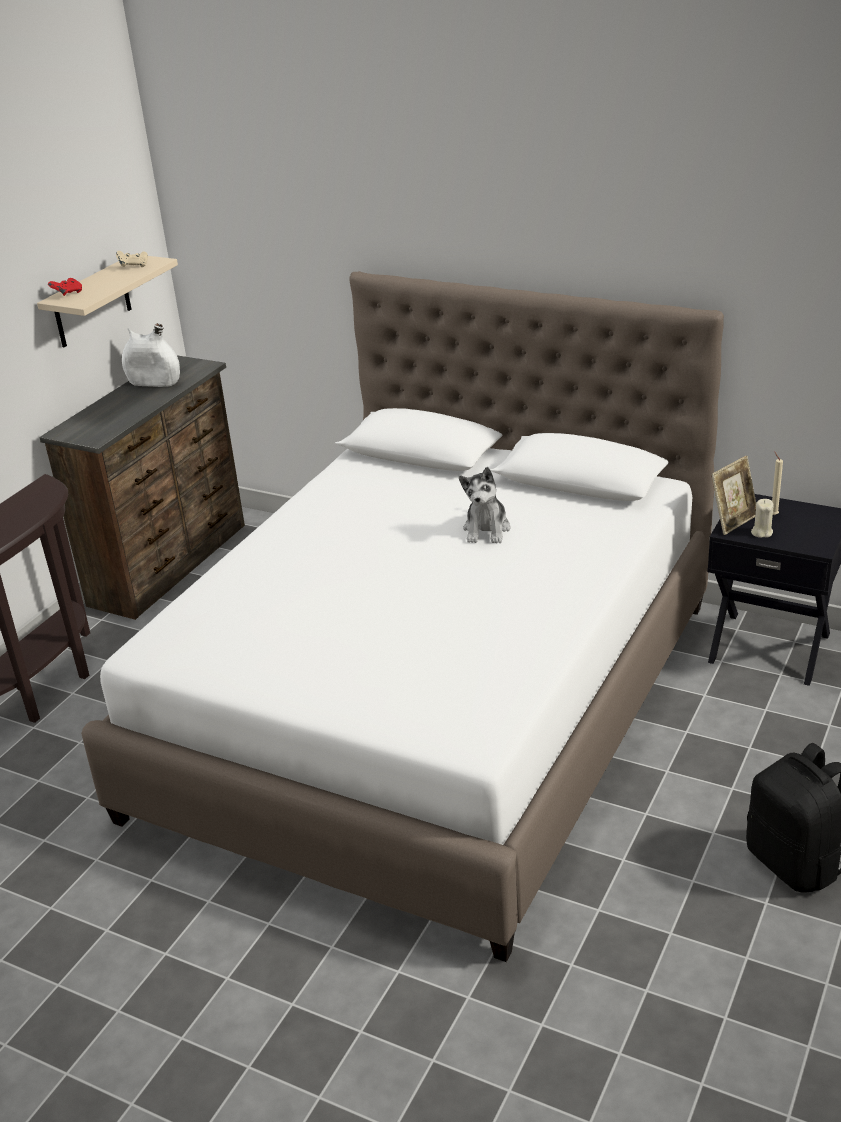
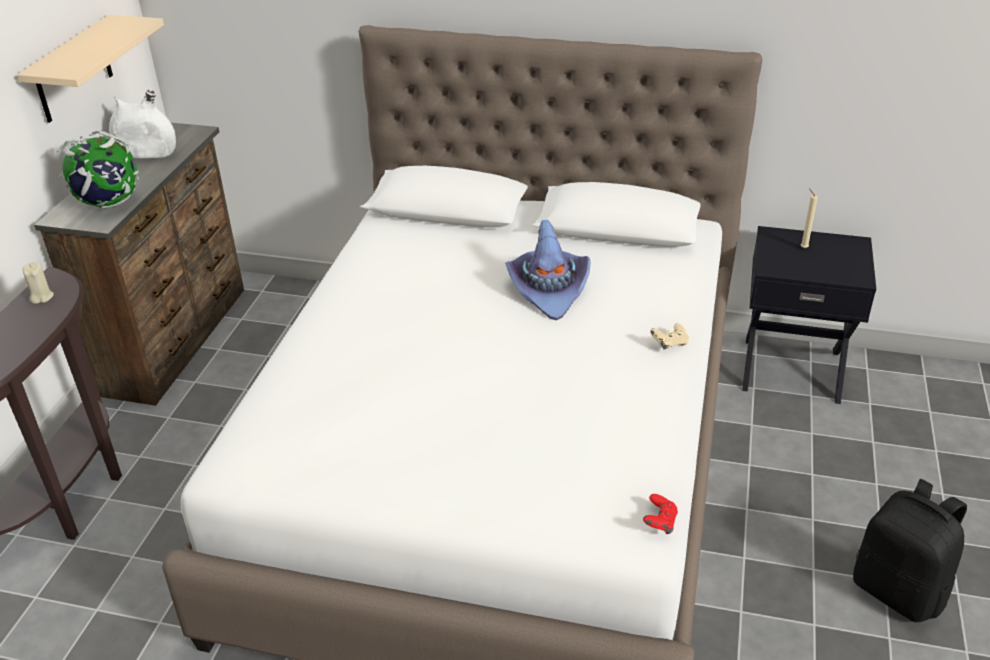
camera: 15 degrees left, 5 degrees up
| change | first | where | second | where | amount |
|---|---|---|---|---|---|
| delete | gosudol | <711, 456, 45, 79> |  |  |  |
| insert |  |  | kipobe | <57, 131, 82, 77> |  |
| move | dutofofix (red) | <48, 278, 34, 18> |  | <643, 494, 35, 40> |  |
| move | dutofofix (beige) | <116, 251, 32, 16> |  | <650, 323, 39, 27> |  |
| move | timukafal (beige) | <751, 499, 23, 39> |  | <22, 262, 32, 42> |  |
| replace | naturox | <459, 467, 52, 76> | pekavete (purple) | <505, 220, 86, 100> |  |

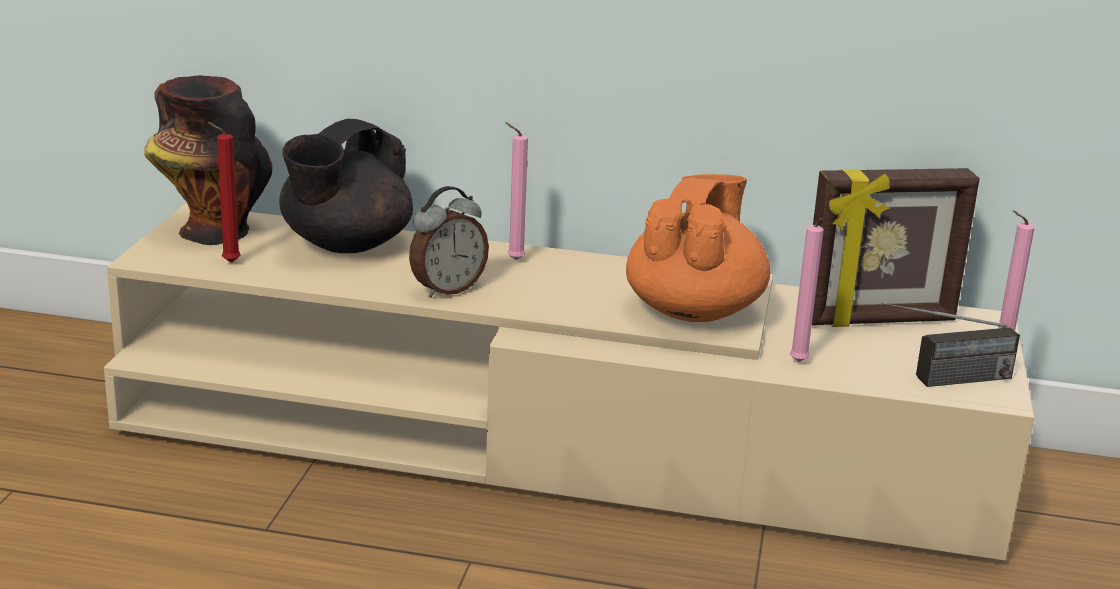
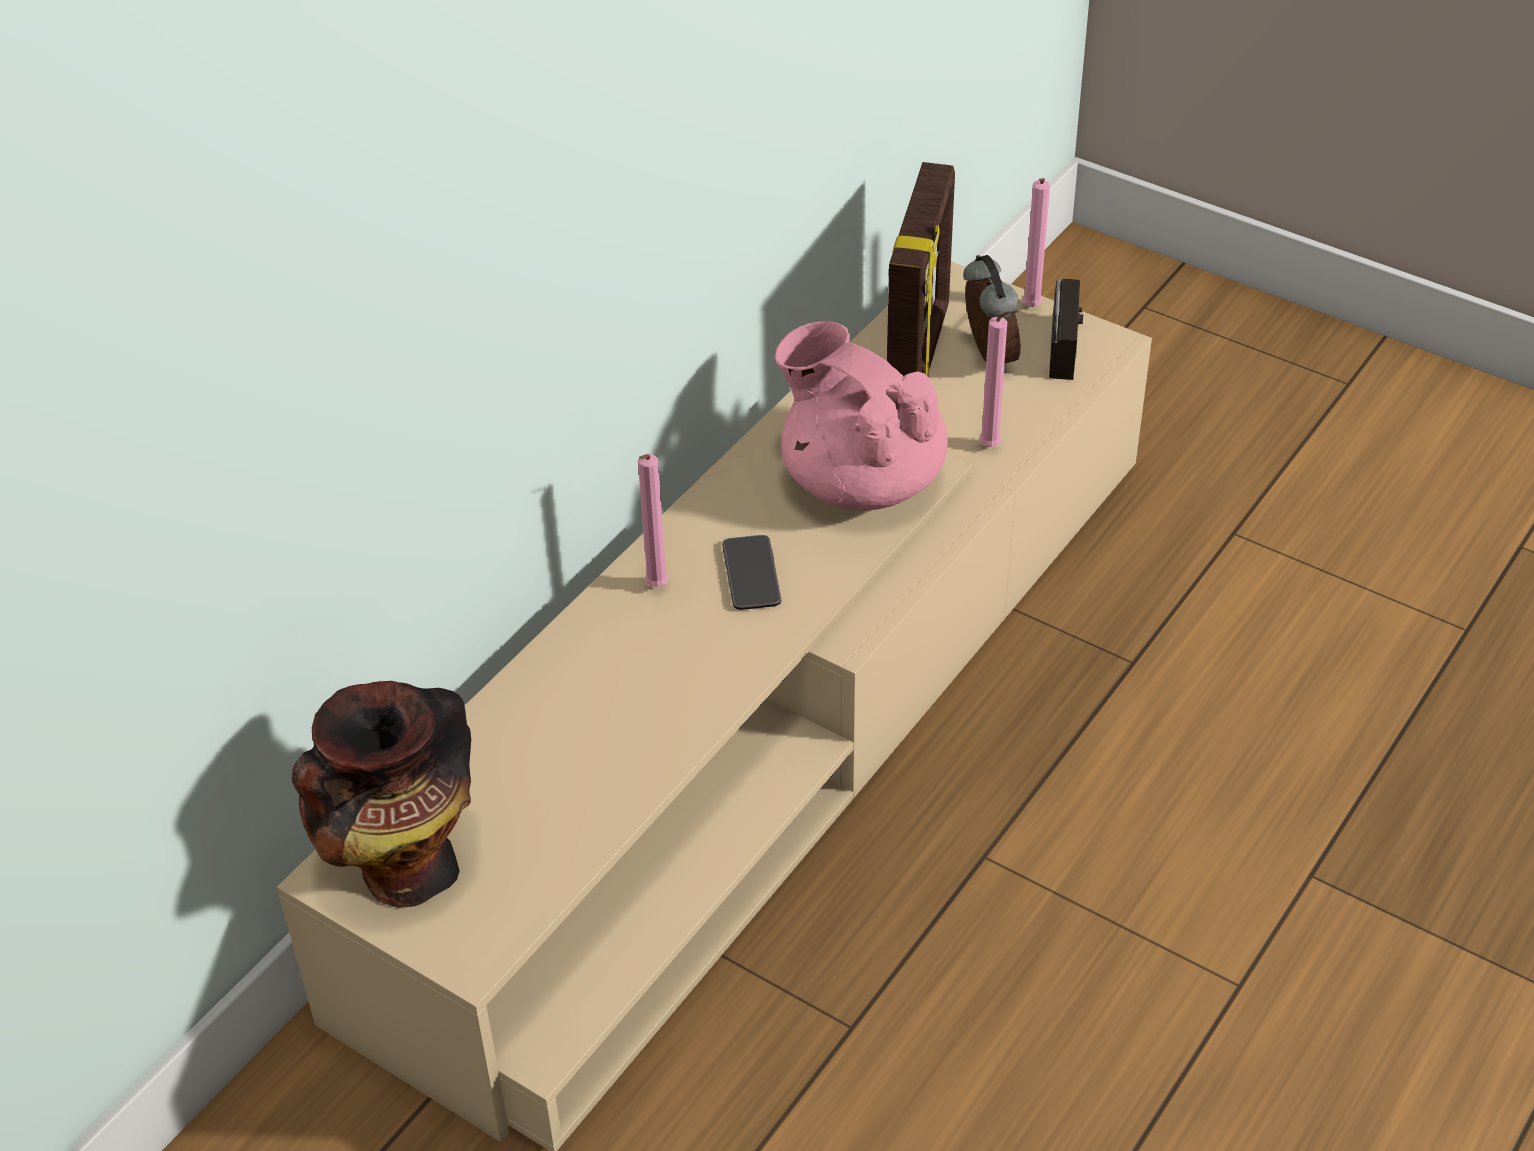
camera: 65 degrees left, 20 degrees up
| change | first | where | second | where | amount |
|---|---|---|---|---|---|
| delete | timukafal (red) | <207, 122, 34, 141> |  |  |  |
| delete | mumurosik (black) | <279, 119, 134, 134> |  |  |  |
| insert |  |  | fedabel | <722, 535, 59, 75> |  |
| move | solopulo | <409, 186, 80, 112> |  | <963, 255, 58, 118> |  |
| recolor | mumurosik (orange) | <626, 174, 144, 148> | mumurosik (pink) | <775, 321, 173, 190> |  |

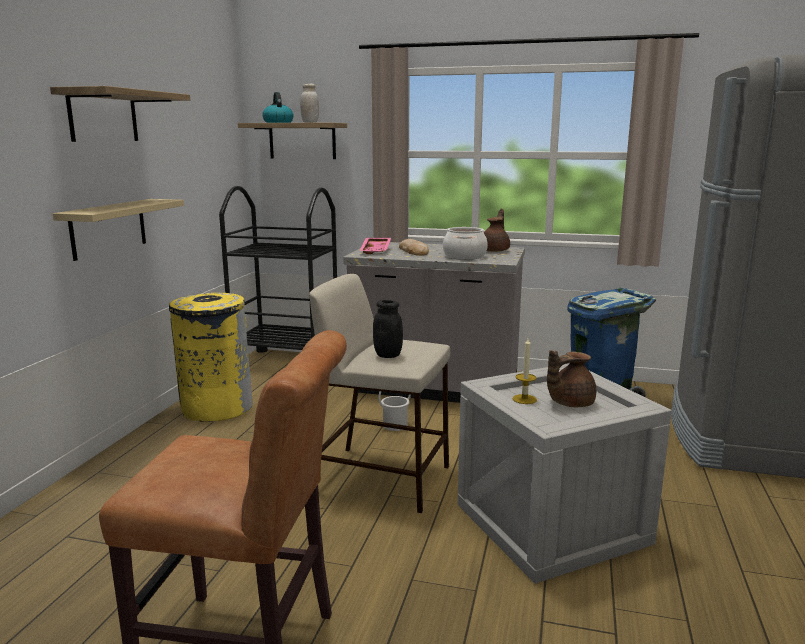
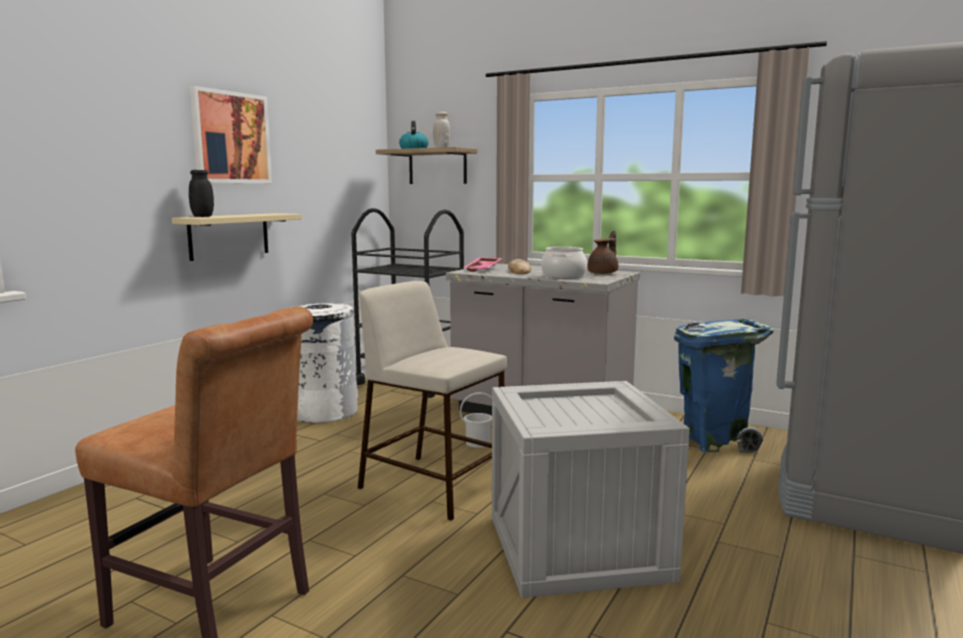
camera: 15 degrees right, 5 degrees down
| change | first | where | second | where | amount |
|---|---|---|---|---|---|
| delete | timukafal | <512, 338, 25, 66> |  |  |  |
| delete | mumurosik (brown) | <547, 350, 49, 57> |  |  |  |
| move | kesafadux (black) | <373, 300, 30, 58> |  | <189, 170, 25, 47> |  |
| replace | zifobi | <50, 86, 140, 56> | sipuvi | <190, 86, 82, 97> |  |
| recolor | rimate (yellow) | <169, 293, 84, 129> | rimate (white) | <294, 303, 64, 120> |  |

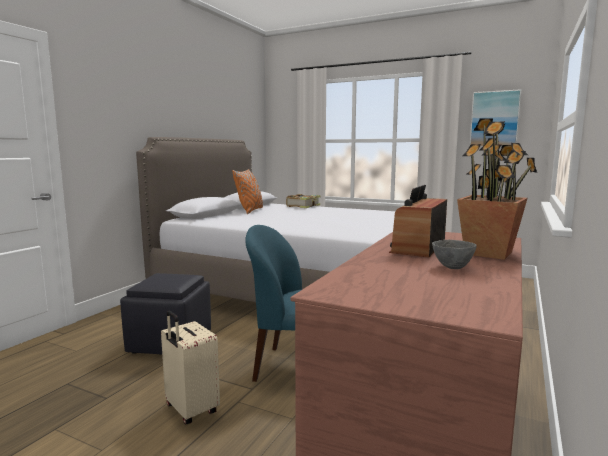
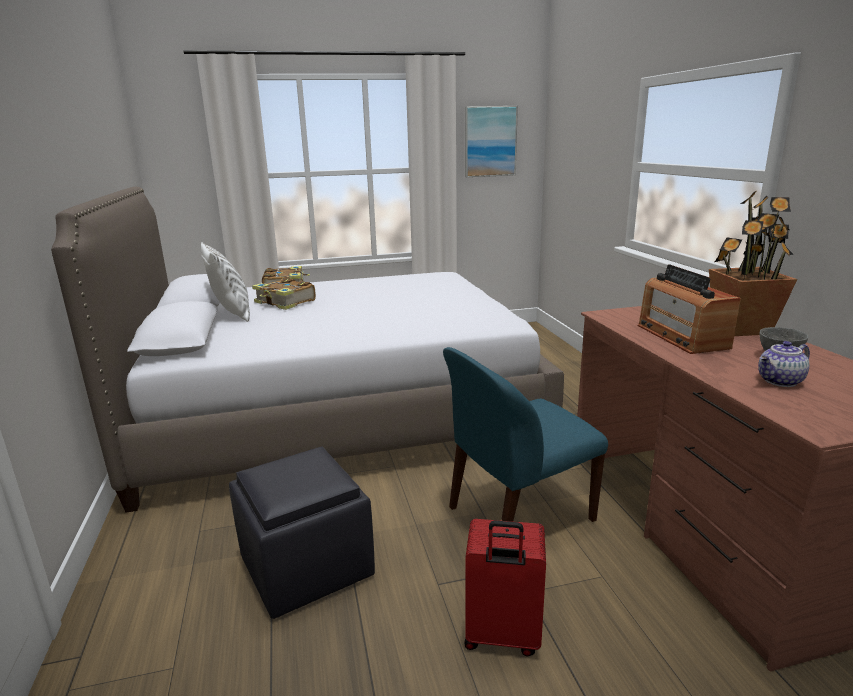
camera: 40 degrees left, 10 degrees up
| change | first | where | second | where | amount |
|---|---|---|---|---|---|
| insert |  |  | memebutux | <252, 278, 64, 32> |  |
| insert |  |  | mumurosik | <758, 341, 52, 46> |  |
| recolor | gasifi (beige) | <161, 311, 59, 113> | gasifi (red) | <464, 519, 82, 138> |  |
| recolor | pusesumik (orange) | <232, 169, 31, 45> | pusesumik (white) | <201, 242, 49, 80> |  |

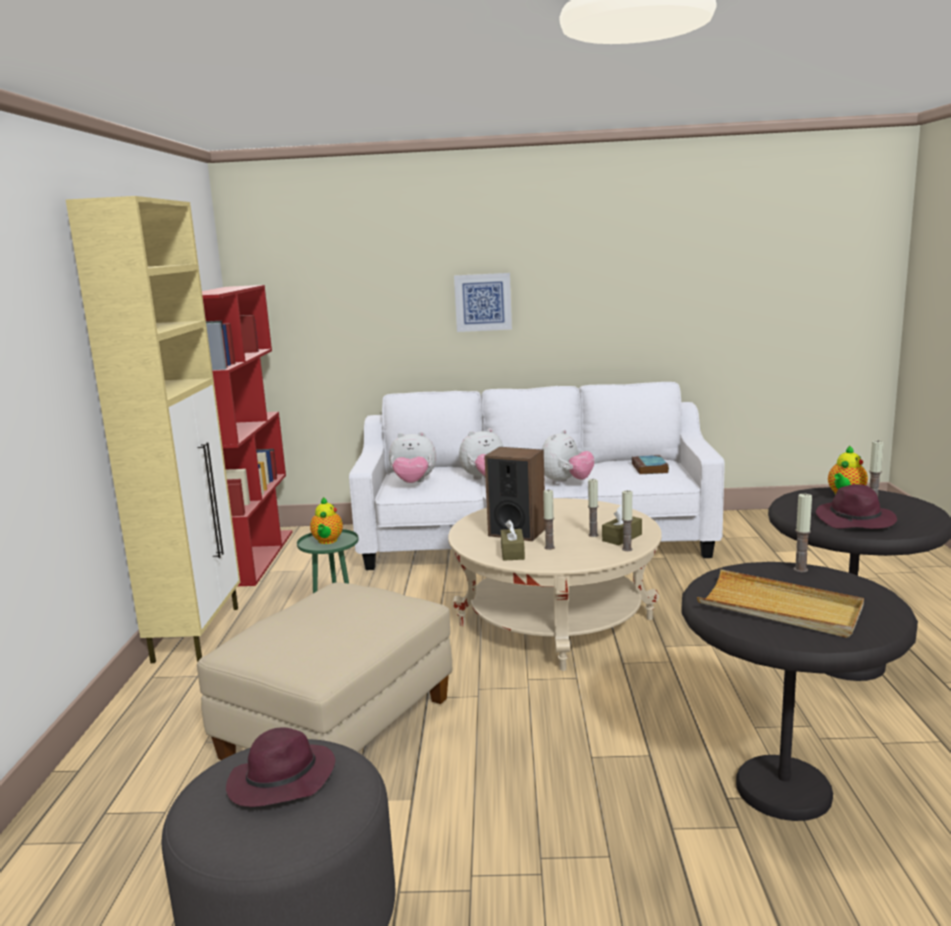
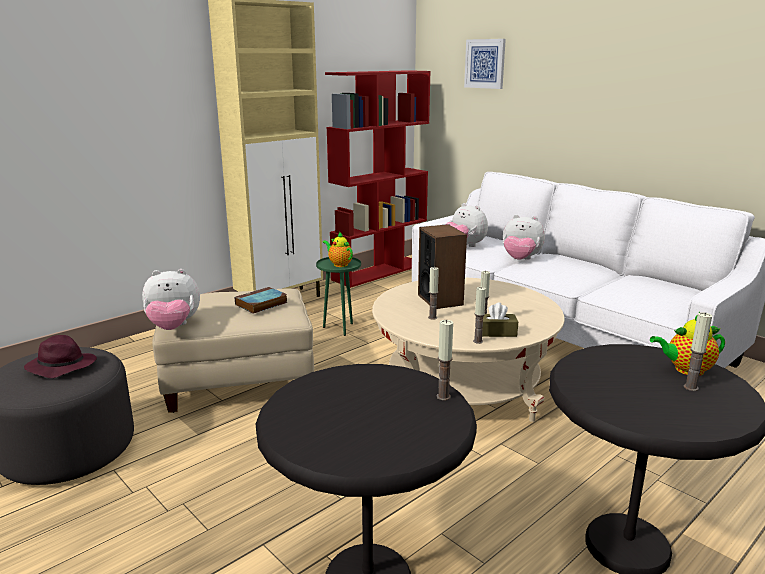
camera: 45 degrees right, 5 degrees up
| change | first | where | second | where | amount |
|---|---|---|---|---|---|
| delete | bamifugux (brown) | <501, 520, 24, 41> |  |  |  |
| delete | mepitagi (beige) | <697, 569, 167, 69> |  |  |  |
| delete | pekavete (purple) | <816, 484, 81, 45> |  |  |  |
| move | sipuvi | <454, 273, 58, 59> |  | <464, 39, 42, 50> |  |
| move | naturox | <542, 430, 53, 55> |  | <142, 269, 58, 61> |  |
| move | memebutux | <632, 455, 37, 19> |  | <235, 287, 53, 27> |  |
| rotate | mumurosik | <310, 497, 33, 47> |  | <323, 231, 30, 36> | 90 degrees clockwise |

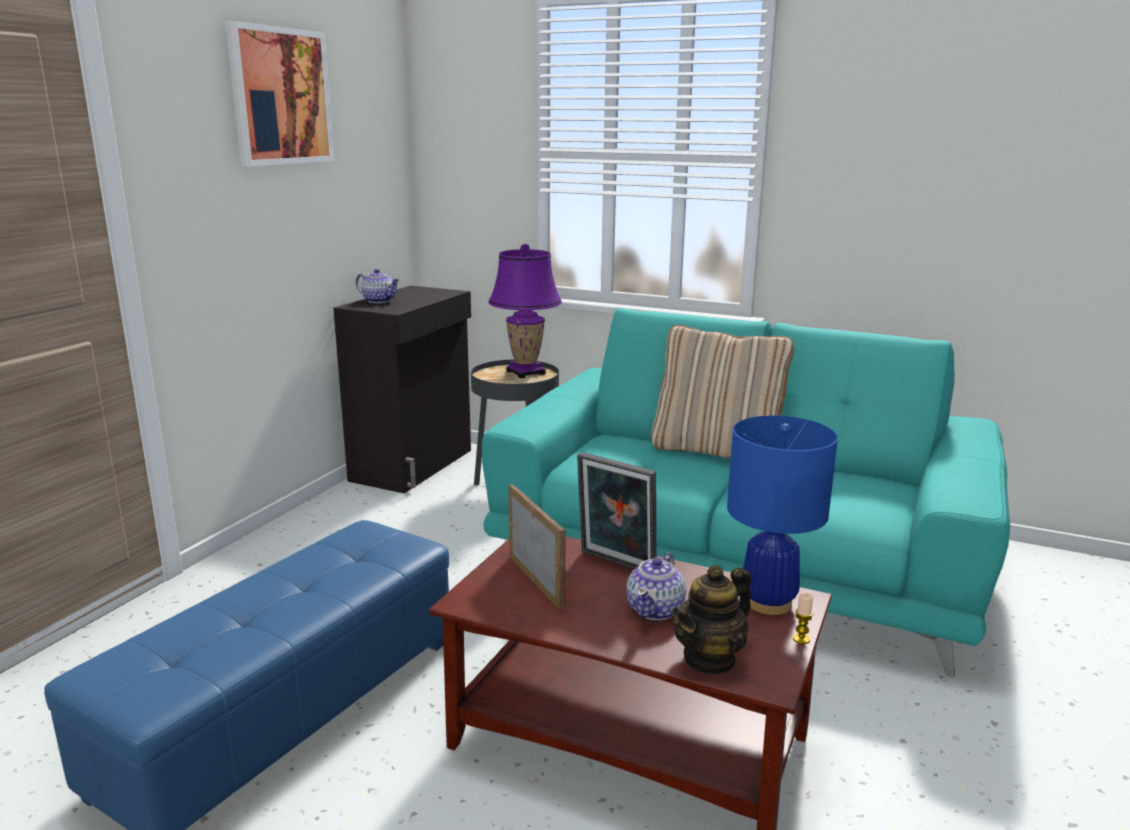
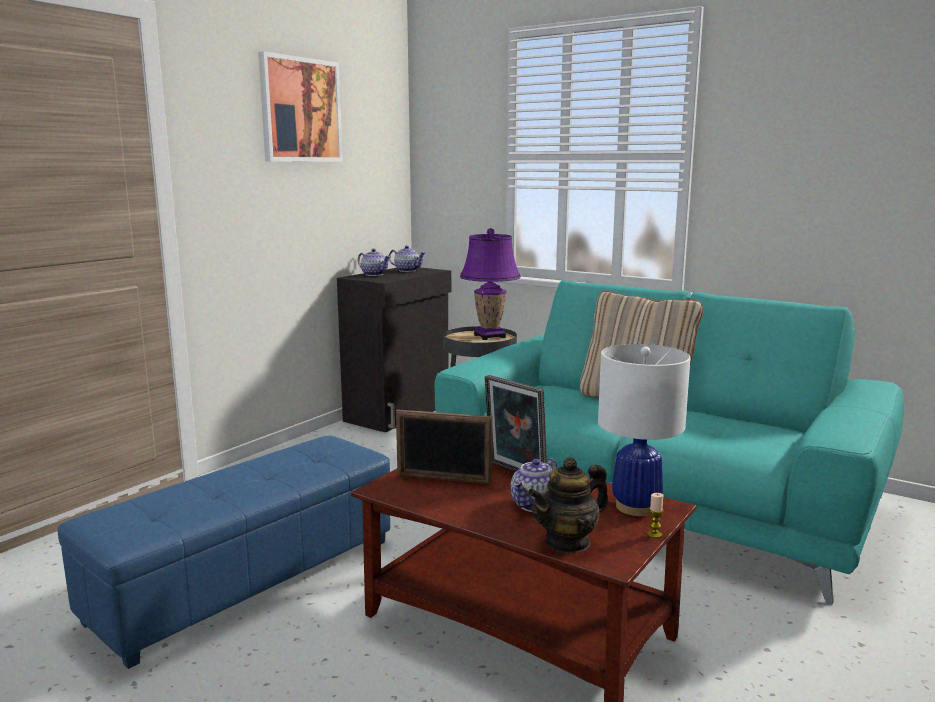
camera: 10 degrees right, 5 degrees down
| change | first | where | second | where | amount |
|---|---|---|---|---|---|
| insert |  |  | mumurosik | <389, 246, 37, 26> |  |
| recolor | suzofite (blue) | <727, 416, 111, 199> | suzofite (white) | <598, 344, 93, 172> |  |
| rotate | gosudol | <508, 484, 58, 126> |  | <396, 409, 97, 75> | 120 degrees clockwise |

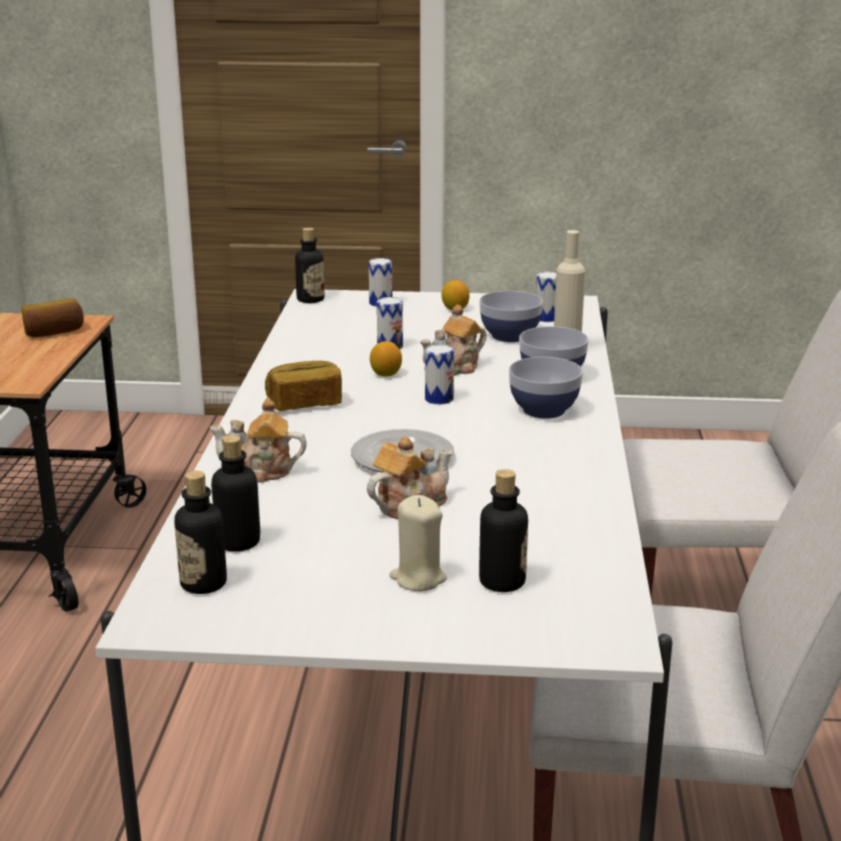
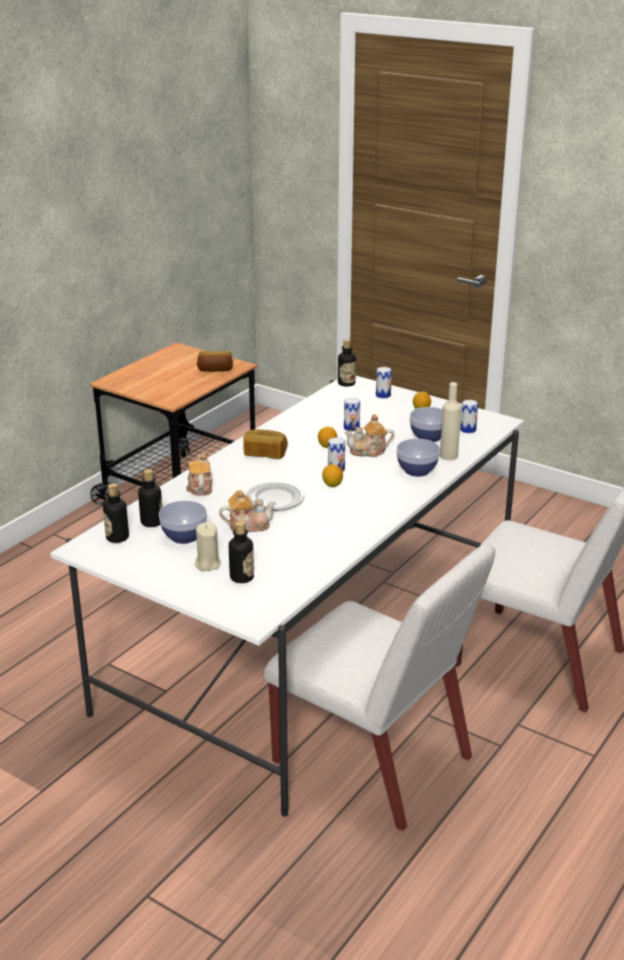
camera: 30 degrees right, 5 degrees up
| change | first | where | second | where | amount |
|---|---|---|---|---|---|
| insert |  |  | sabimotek | <322, 464, 21, 23> |  |
| move | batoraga | <509, 357, 74, 62> |  | <159, 501, 48, 43> |  |
| rotate | mumurosik | <210, 398, 97, 85> |  | <186, 453, 26, 43> | 45 degrees clockwise |

